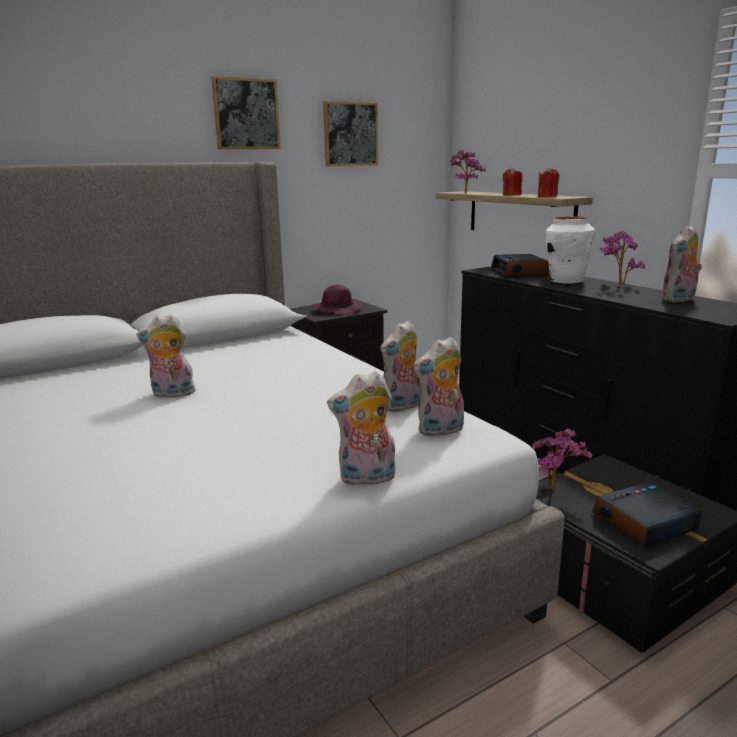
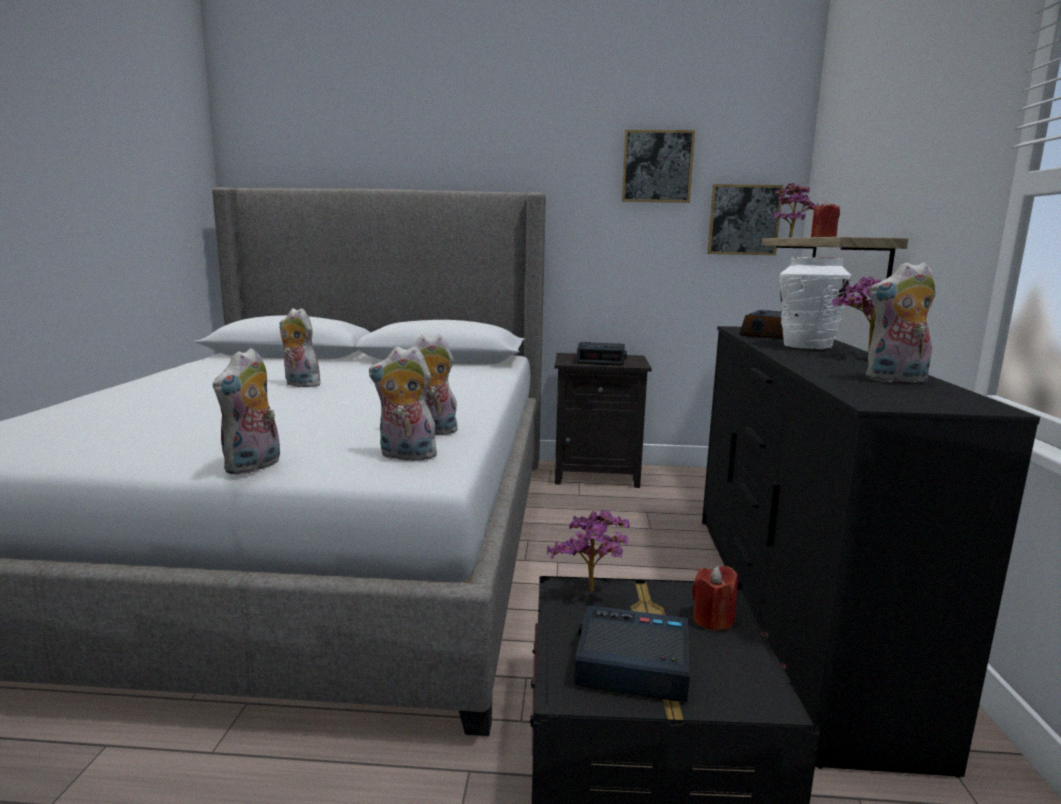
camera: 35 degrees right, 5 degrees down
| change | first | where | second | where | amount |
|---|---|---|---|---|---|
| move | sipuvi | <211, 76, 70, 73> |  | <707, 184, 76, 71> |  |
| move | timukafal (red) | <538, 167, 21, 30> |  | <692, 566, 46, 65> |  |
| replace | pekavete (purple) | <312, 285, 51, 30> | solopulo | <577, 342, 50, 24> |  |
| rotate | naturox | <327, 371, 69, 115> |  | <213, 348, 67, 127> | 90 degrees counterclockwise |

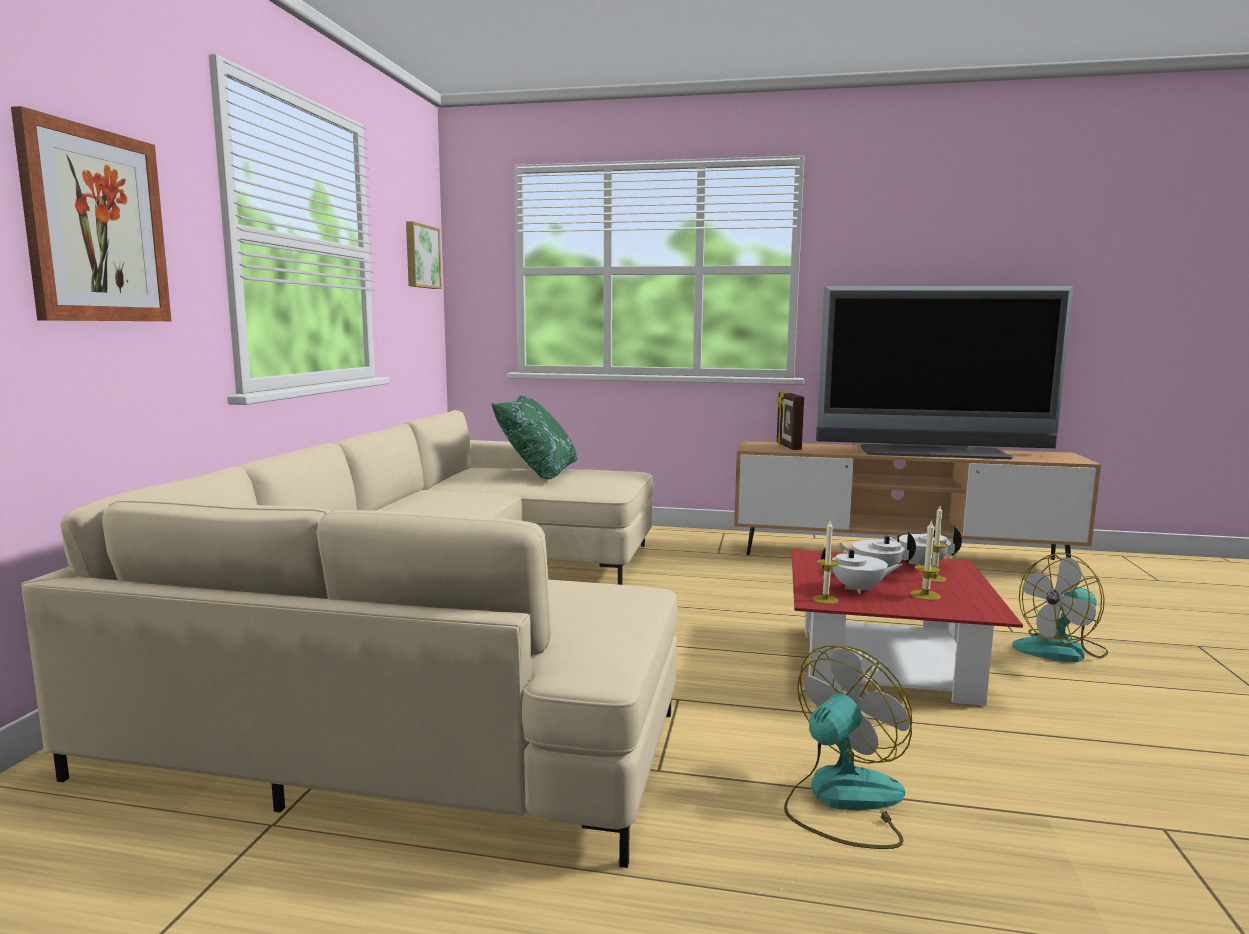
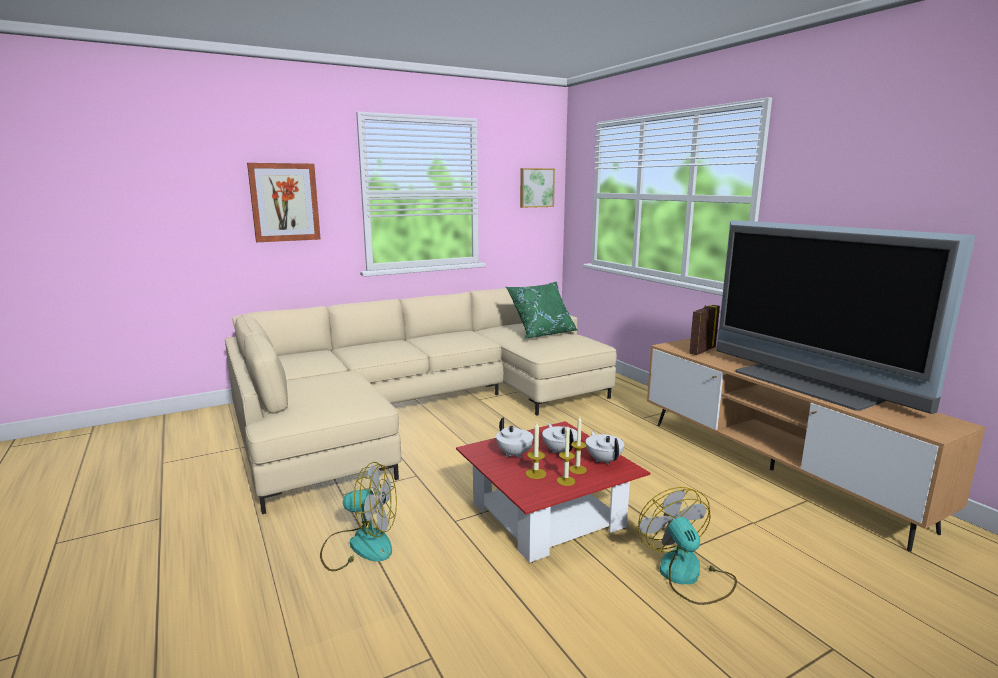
camera: 50 degrees right, 5 degrees up
| change | first | where | second | where | amount |
|---|---|---|---|---|---|
| move | timukafal | <813, 521, 26, 83> |  | <557, 426, 18, 60> |  |
| rotate | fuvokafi | <1012, 553, 96, 109> |  | <638, 487, 99, 118> | 45 degrees clockwise |

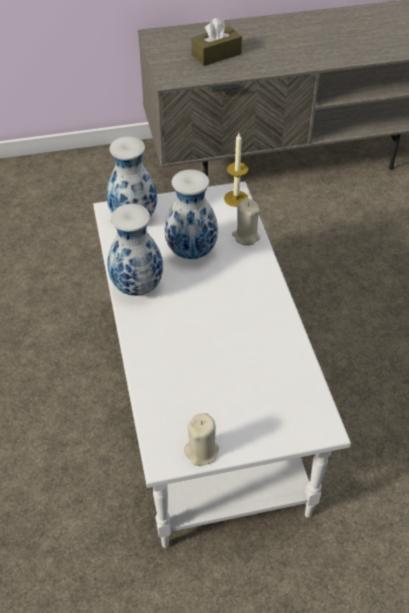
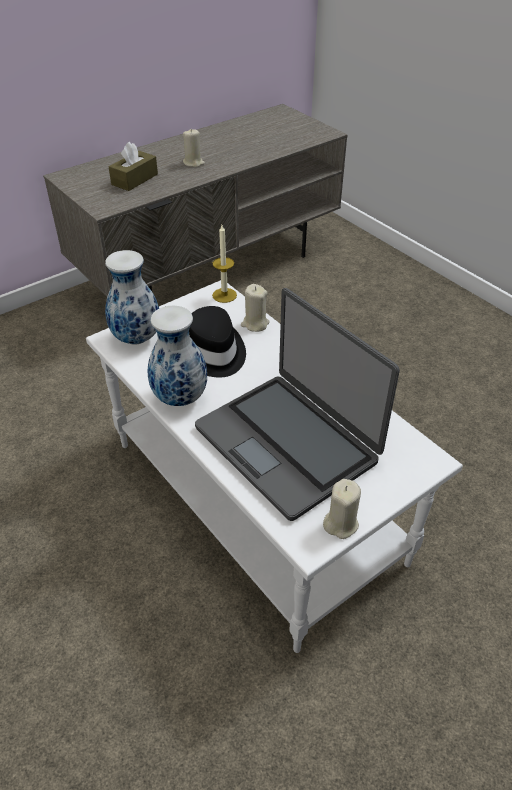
camera: 25 degrees left, 5 degrees down
| change | first | where | second | where | amount |
|---|---|---|---|---|---|
| insert |  |  | timukafal (beige) | <183, 129, 22, 38> |  |
| insert |  |  | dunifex | <195, 288, 205, 233> |  |
| replace | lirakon | <165, 170, 53, 89> | pekavete (black) | <189, 306, 57, 71> |  |

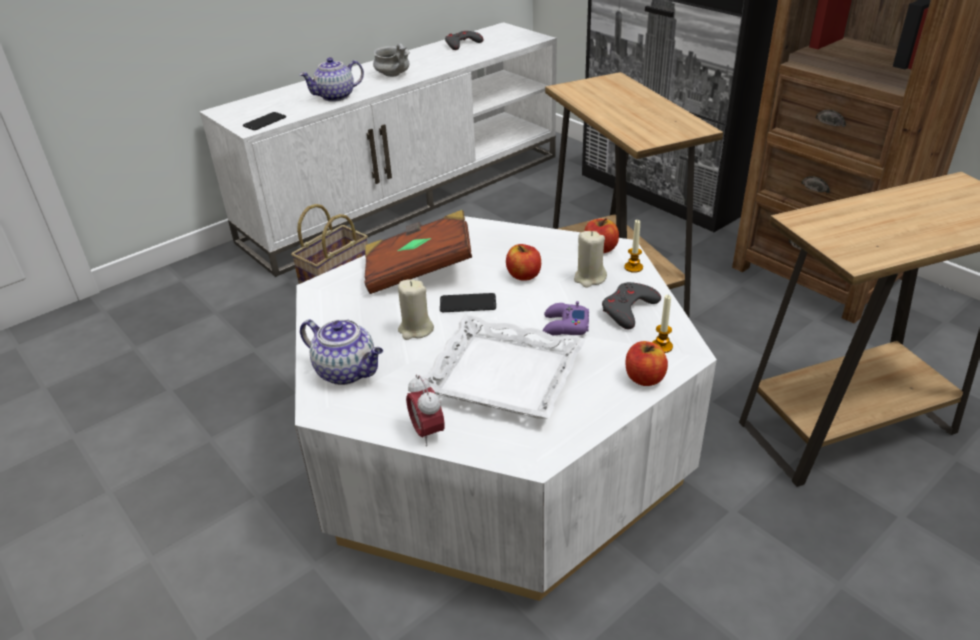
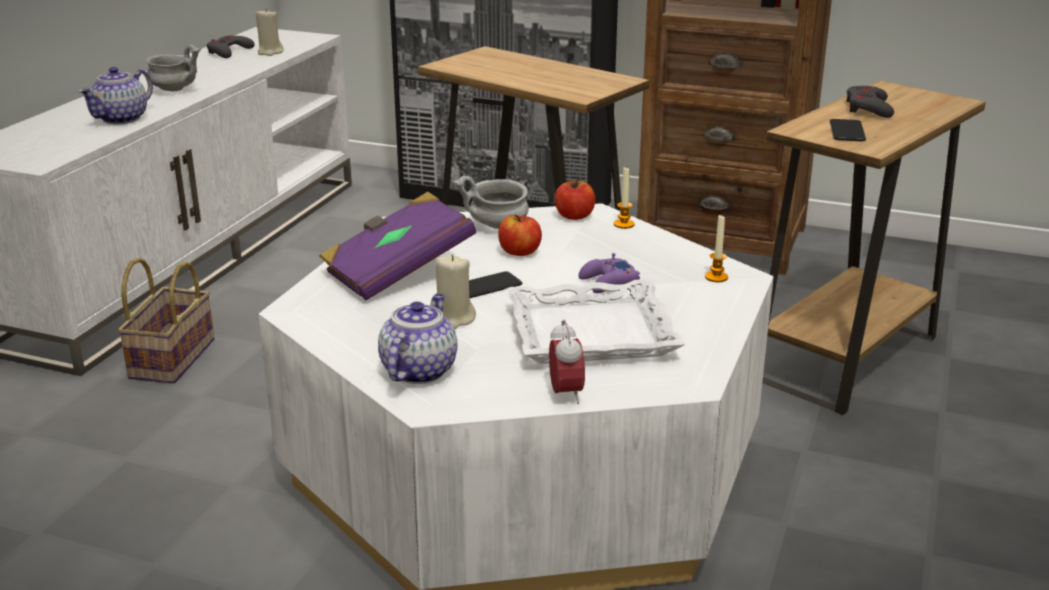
camera: 30 degrees left, 10 degrees down
| change | first | where | second | where | amount |
|---|---|---|---|---|---|
| delete | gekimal | <625, 341, 43, 45> |  |  |  |
| insert |  |  | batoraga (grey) | <453, 176, 76, 53> |  |
| move | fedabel | <243, 112, 43, 18> |  | <830, 119, 36, 22> |  |
| move | timukafal (beige) | <574, 231, 33, 57> |  | <256, 8, 28, 48> |  |
| move | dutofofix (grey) | <602, 282, 59, 47> |  | <846, 86, 48, 32> |  |
| recolor | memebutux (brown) | <365, 210, 107, 84> | memebutux (purple) | <319, 192, 157, 108> |  |
| rotate | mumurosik | <300, 319, 83, 66> |  | <378, 294, 79, 90> | 75 degrees counterclockwise |
| rotate | solopulo | <406, 374, 39, 72> |  | <549, 320, 36, 84> | 135 degrees counterclockwise |

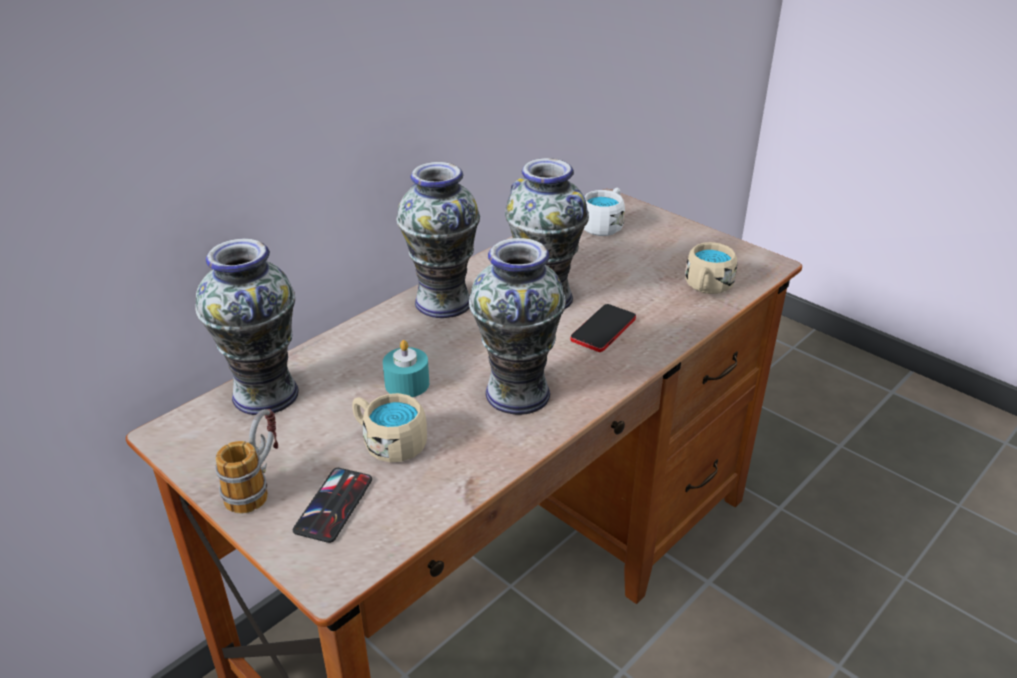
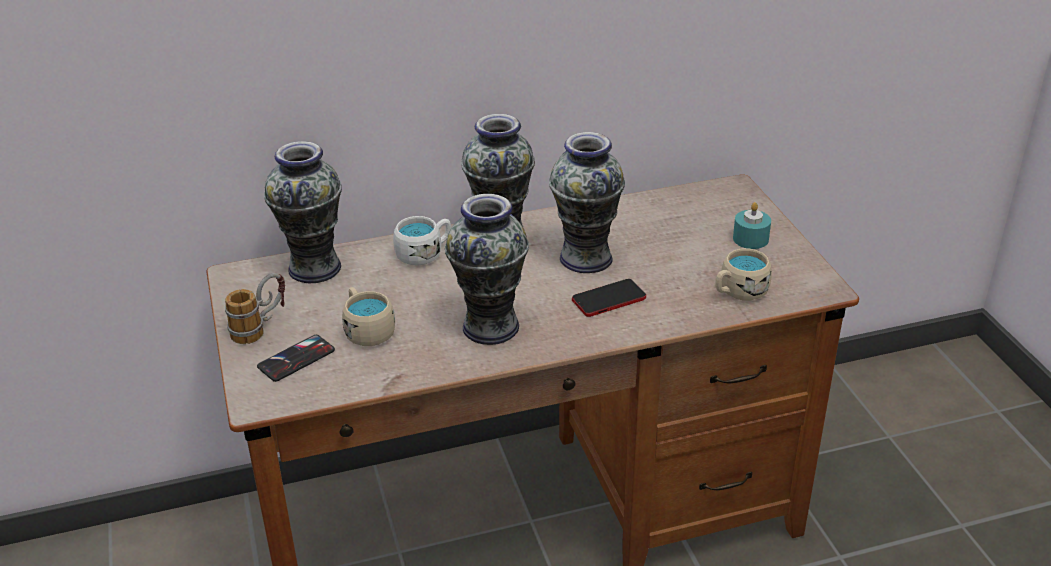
camera: 30 degrees right, 0 degrees up
| change | first | where | second | where | amount |
|---|---|---|---|---|---|
| move | timukafal (turquoise) | <383, 340, 46, 57> |  | <733, 202, 38, 47> |  |
| move | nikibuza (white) | <584, 188, 41, 48> |  | <393, 216, 58, 50> |  |

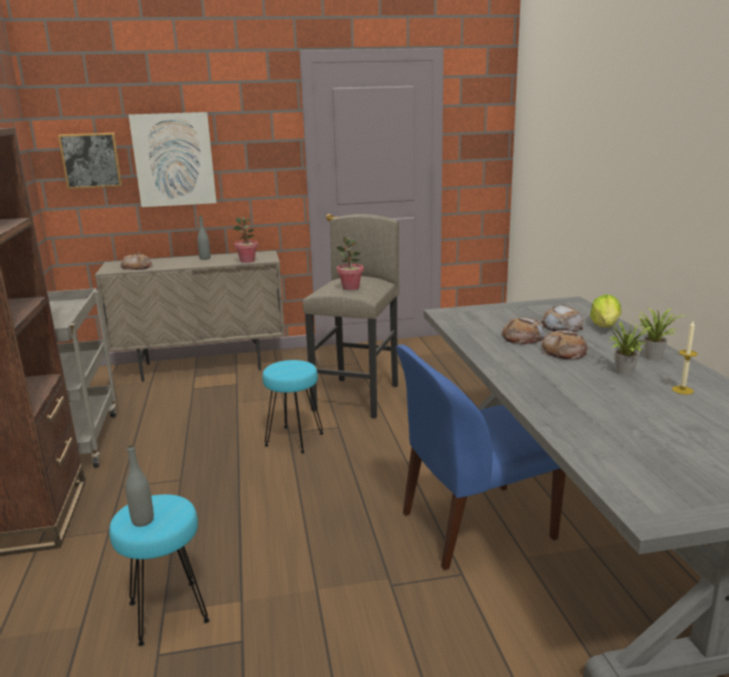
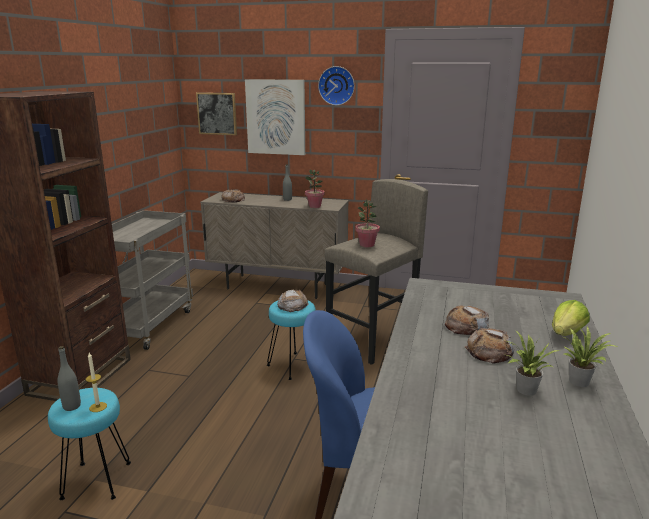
camera: 25 degrees right, 0 degrees up
| change | first | where | second | where | amount |
|---|---|---|---|---|---|
| insert |  |  | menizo | <318, 66, 37, 39> |  |
| move | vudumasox | <541, 305, 42, 27> |  | <277, 290, 32, 22> |  |
| move | timukafal | <672, 321, 26, 73> |  | <86, 353, 21, 59> |  |

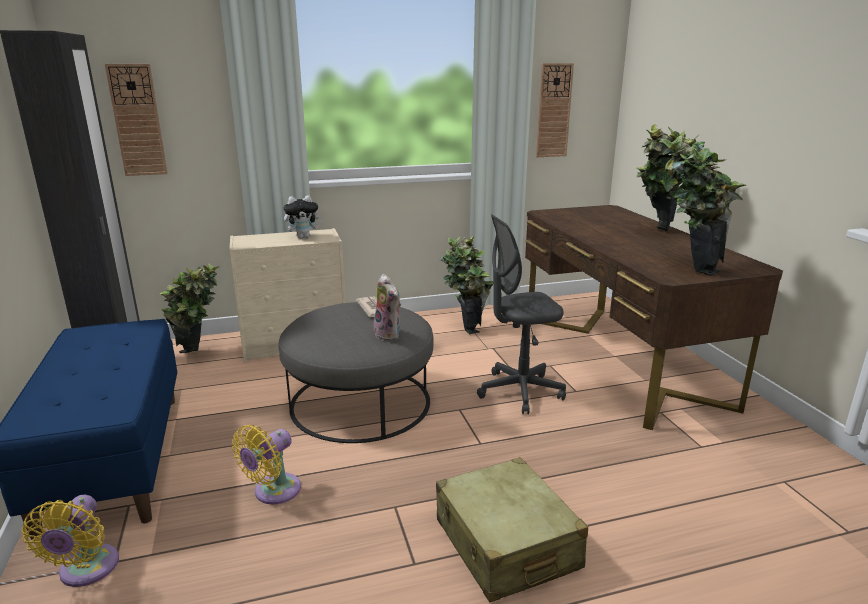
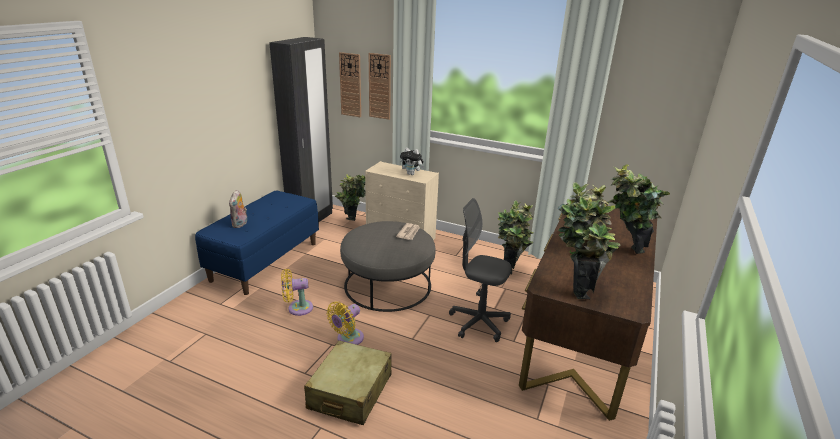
camera: 40 degrees right, 5 degrees up
| change | first | where | second | where | amount |
|---|---|---|---|---|---|
| move | fuvokafi (yellow) | <22, 495, 97, 92> |  | <327, 302, 37, 43> |  |
| move | naturox | <374, 274, 27, 67> |  | <229, 190, 18, 38> |  |
| move | menizo | <536, 63, 38, 94> |  | <369, 53, 22, 67> |  |

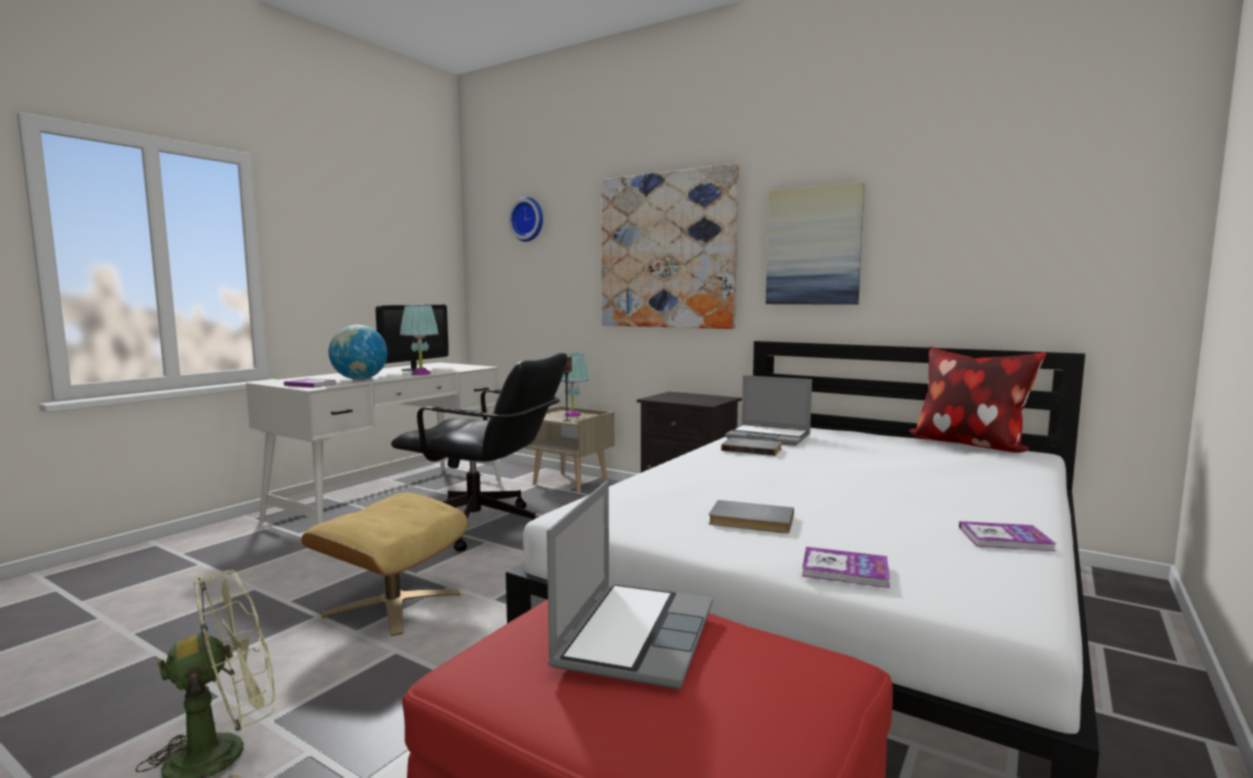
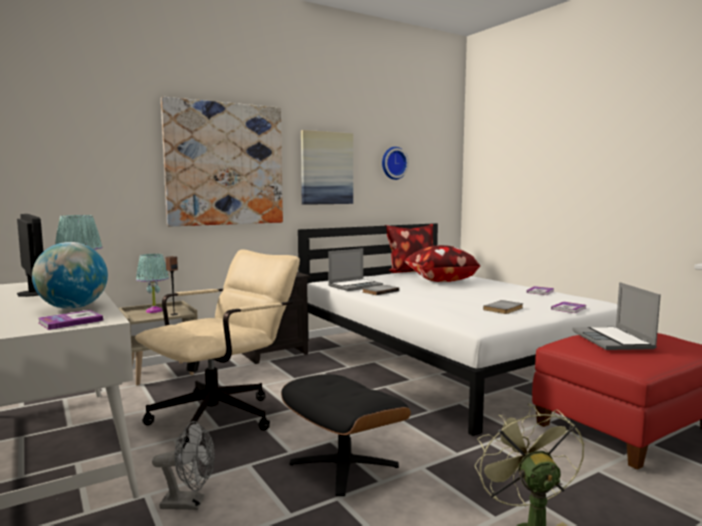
camera: 65 degrees left, 0 degrees up
| change | first | where | second | where | amount |
|---|---|---|---|---|---|
| insert |  |  | fuvokafi (grey) | <152, 421, 63, 89> |  |
| insert |  |  | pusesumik | <404, 245, 76, 37> |  |
| move | menizo | <508, 197, 35, 45> |  | <382, 147, 27, 33> |  |
| recolor | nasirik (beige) | <301, 493, 167, 143> | nasirik (black) | <281, 374, 130, 122> |  |
| recolor | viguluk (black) | <391, 353, 177, 199> | viguluk (beige) | <135, 250, 165, 198> |  |
| rotate | dunifex | <547, 481, 166, 208> |  | <572, 282, 89, 68> | 135 degrees counterclockwise |

